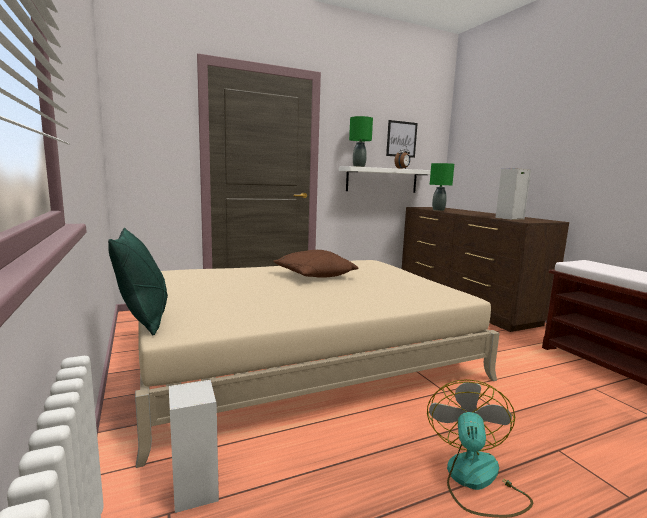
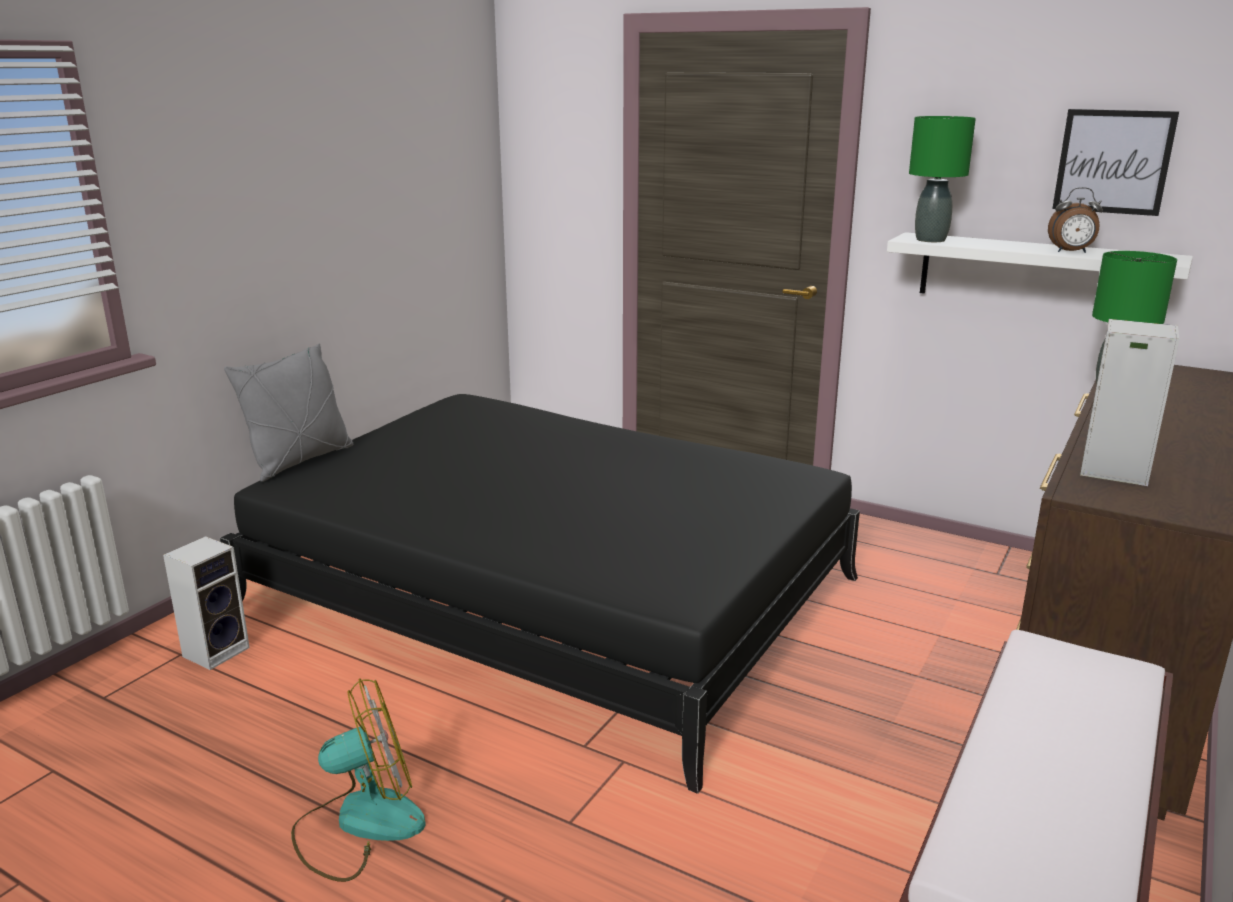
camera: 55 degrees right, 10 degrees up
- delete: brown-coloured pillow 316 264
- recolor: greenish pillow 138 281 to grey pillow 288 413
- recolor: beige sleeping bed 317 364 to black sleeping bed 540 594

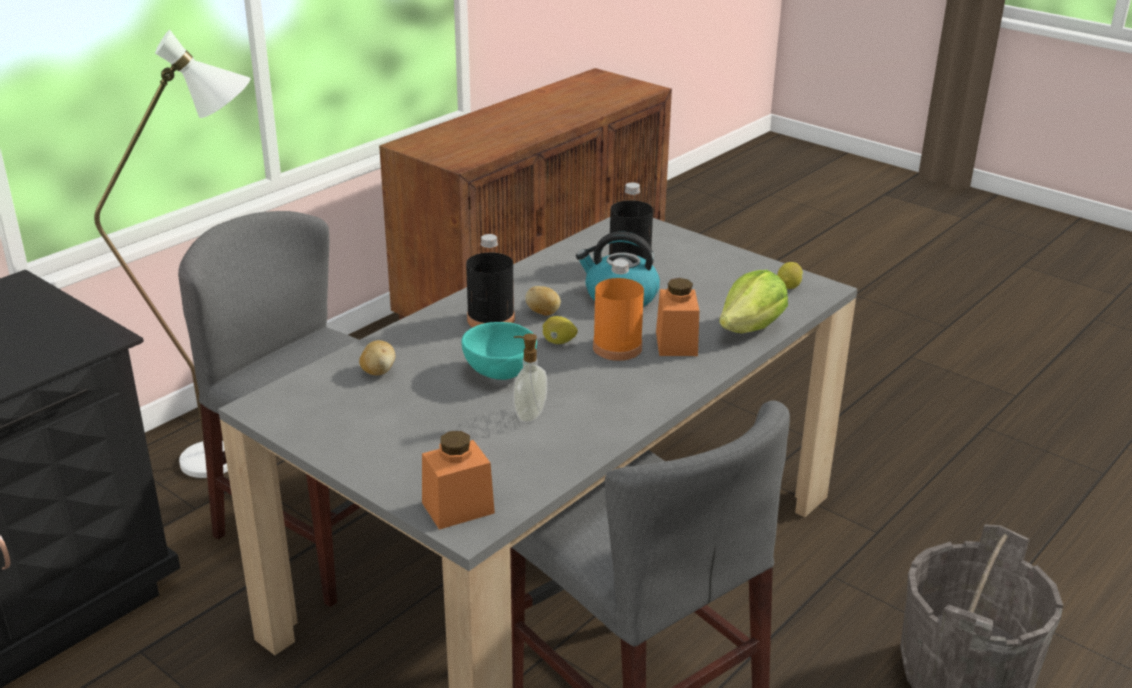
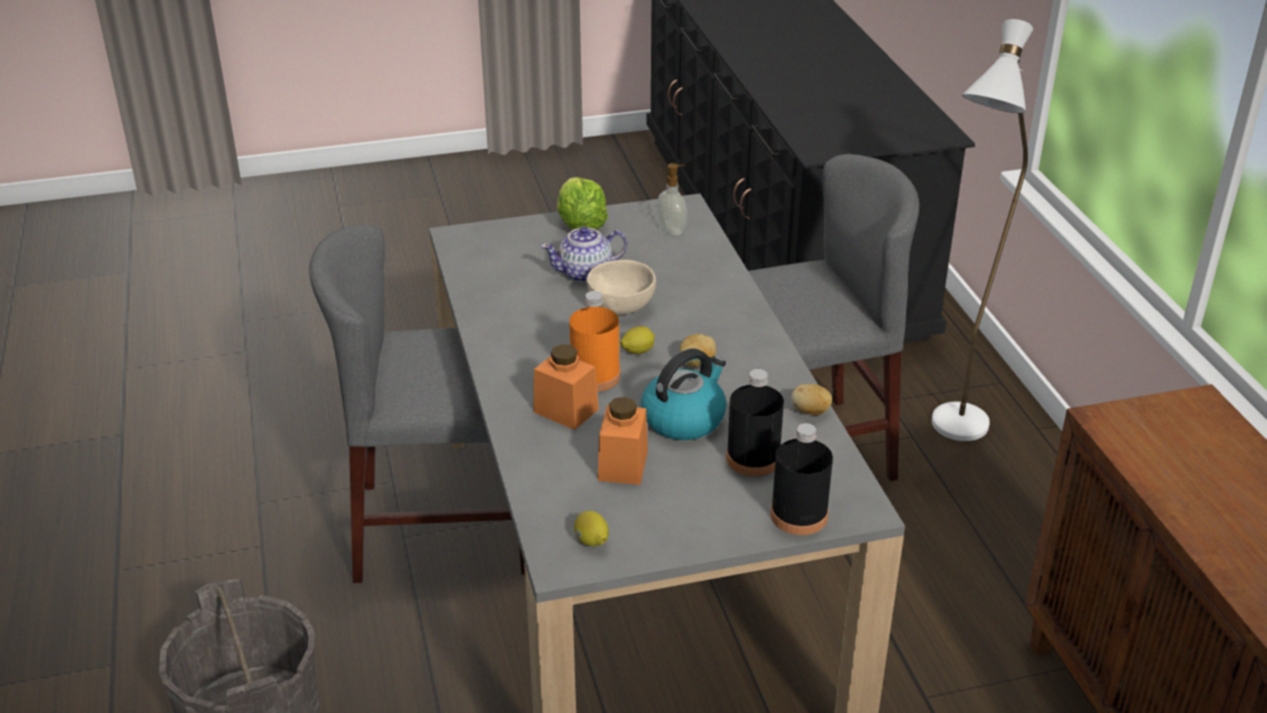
camera: 125 degrees right, 5 degrees up
- insert: tea pot 584 254
- move: spud 377 357 to 811 399
- move: orangey preserve jar 458 480 to 623 441
- move: black bottle 490 281 to 802 479
- move: liquid soap bottle 530 378 to 672 199
- move: lettuce 753 301 to 582 203
- recolor: turquoise serving bowl 499 351 to beige serving bowl 621 287

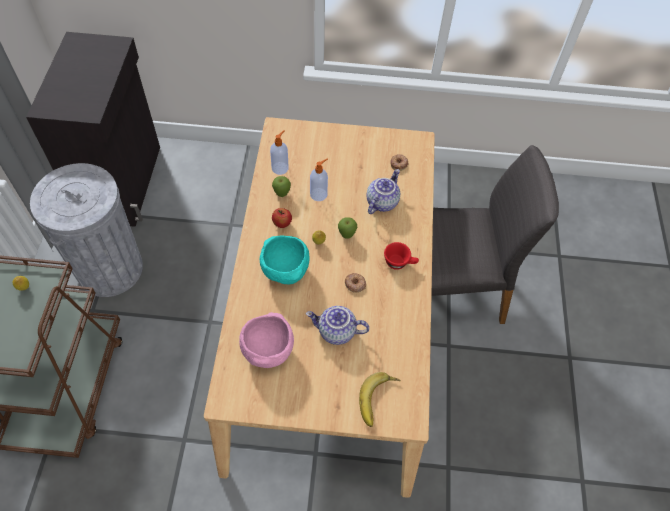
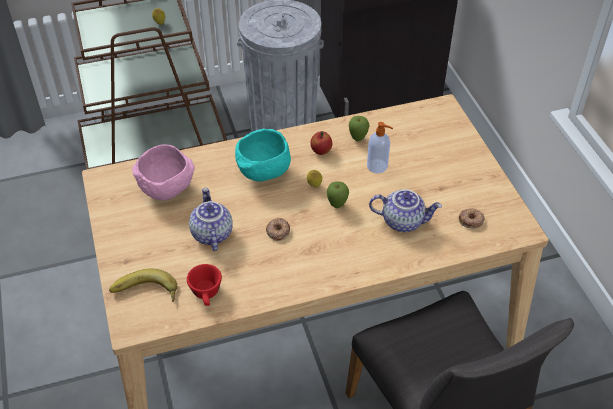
camera: 70 degrees right, 10 degrees down
- delete: liquid soap bottle 279 152
- move: red cup 401 256 to 204 285

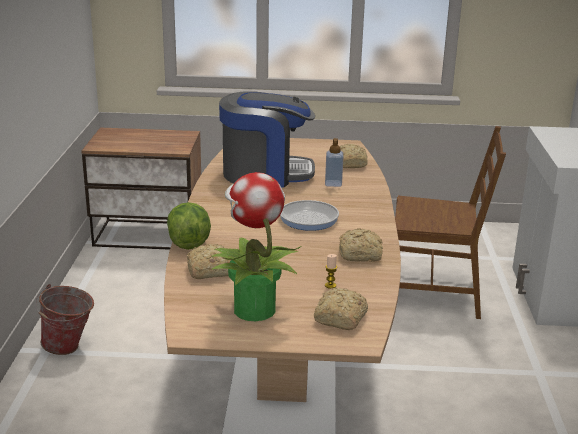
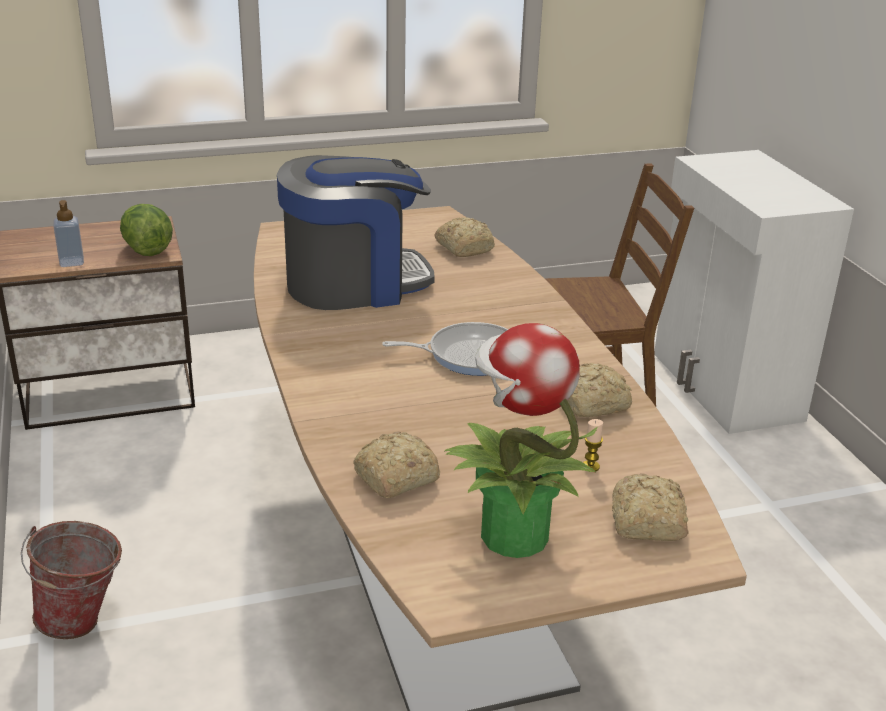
camera: 20 degrees left, 5 degrees up
- move: lettuce 189 226 to 146 230
- move: liquid soap bottle 334 162 to 69 233

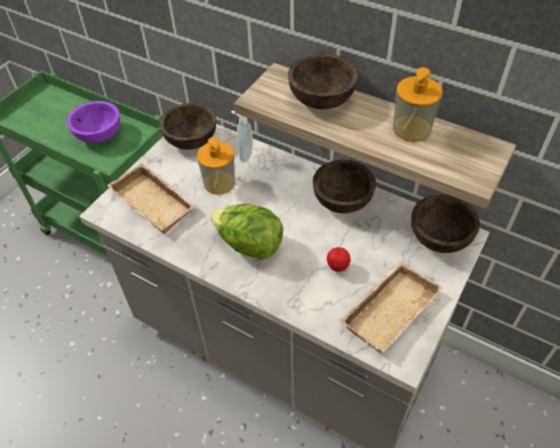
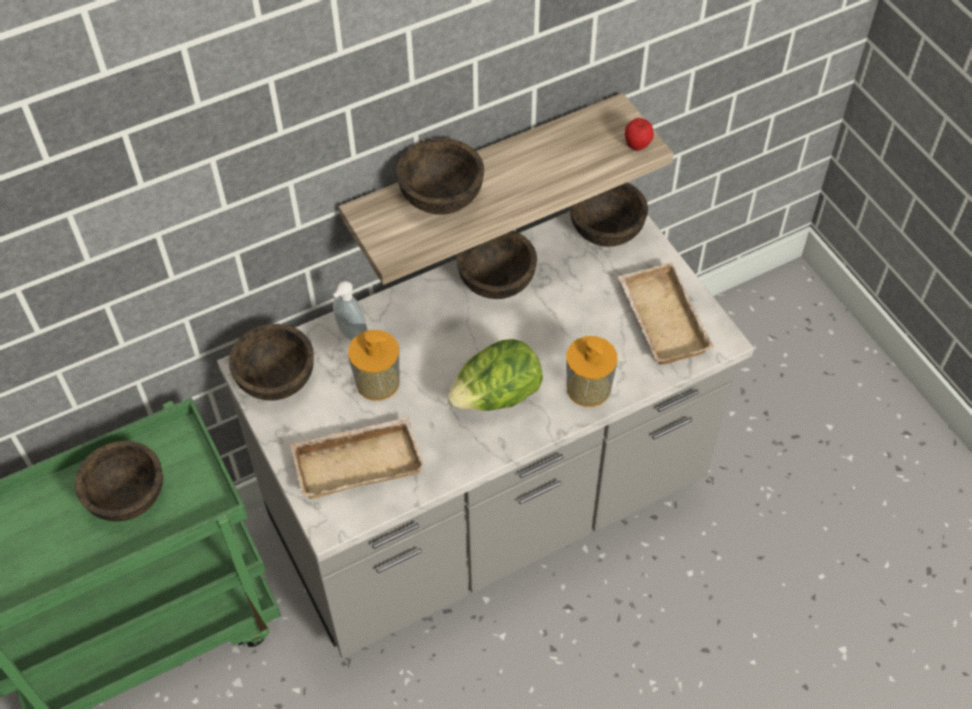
camera: 60 degrees left, 5 degrees up
- move: apple 339 259 to 639 134
- move: liquid soap bottle 418 104 to 591 371
- recolor: purple serving bowl 93 122 to brown-coloured serving bowl 119 481

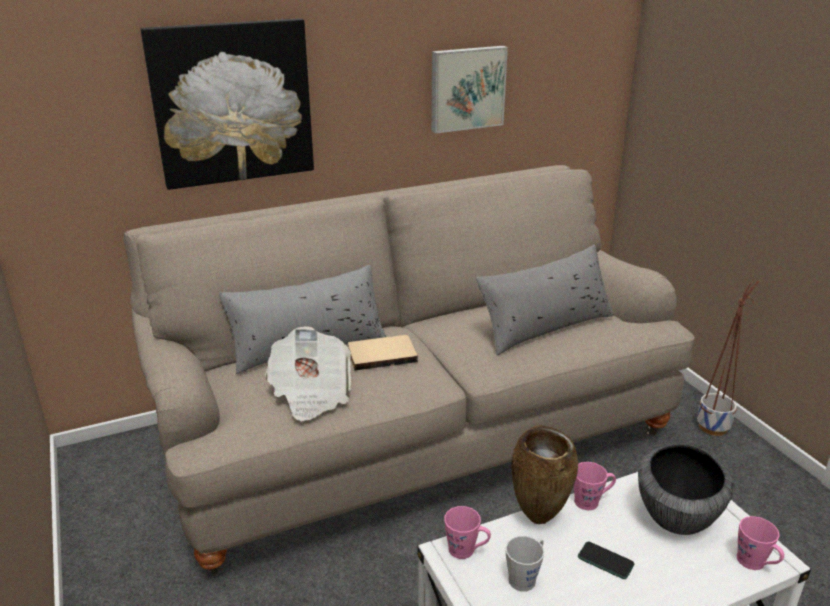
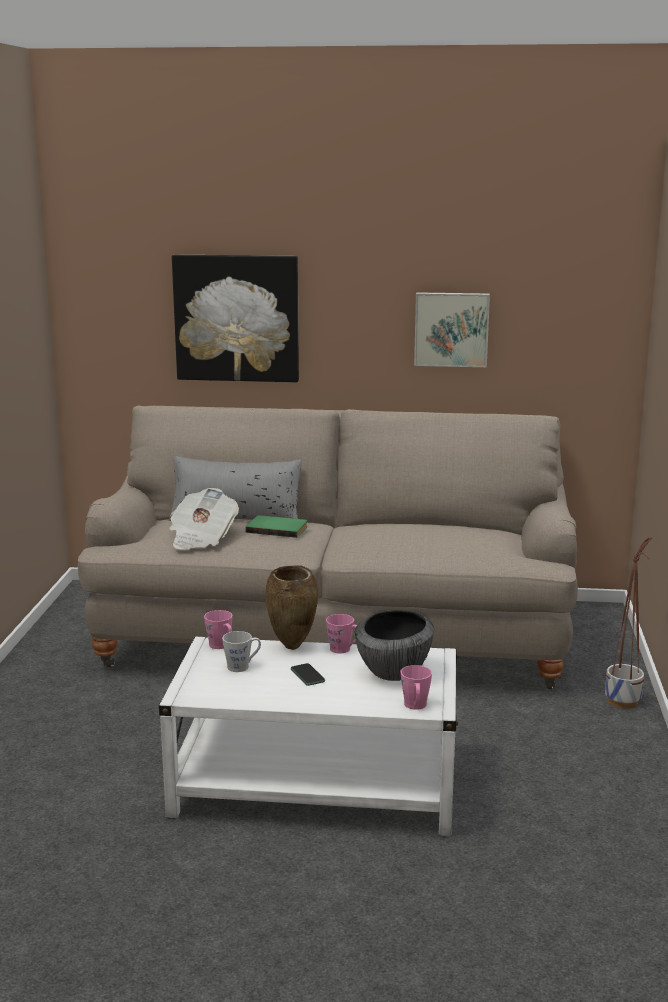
camera: 30 degrees right, 10 degrees down
- delete: grey pillow 545 300
- recolor: beige book 383 353 to greenish book 276 526

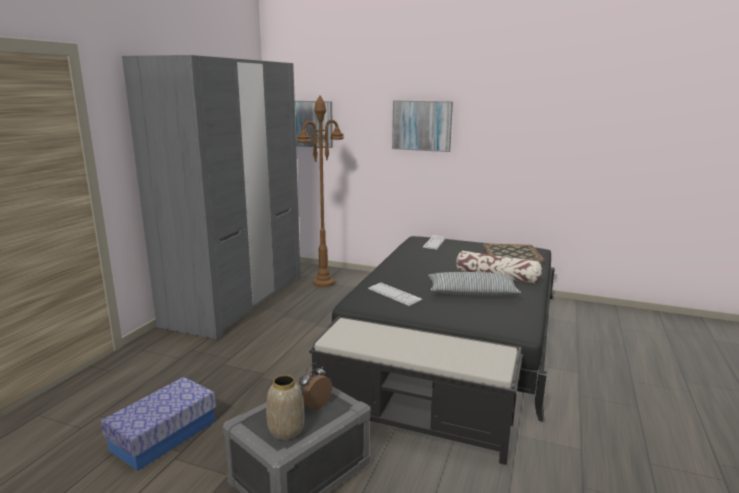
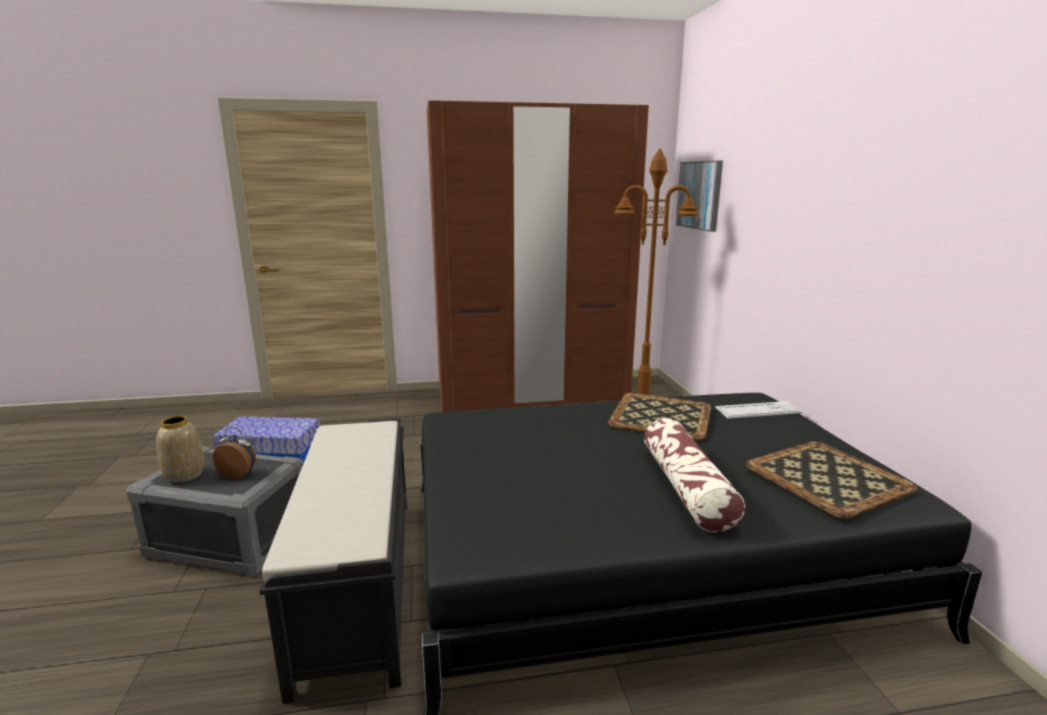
camera: 60 degrees right, 0 degrees up
- delete: PC keyboard 395 294
- delete: wall picture 422 126
- delete: pillow 474 284
- insert: tray 659 417
- recolor: grey wardrobe 211 197 to brown-coloured wardrobe 538 256

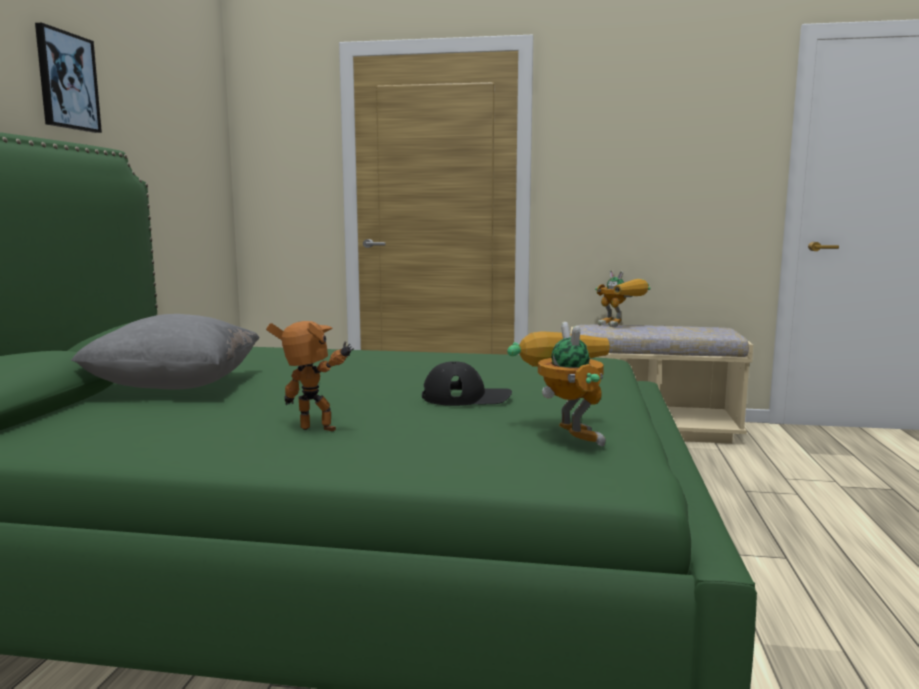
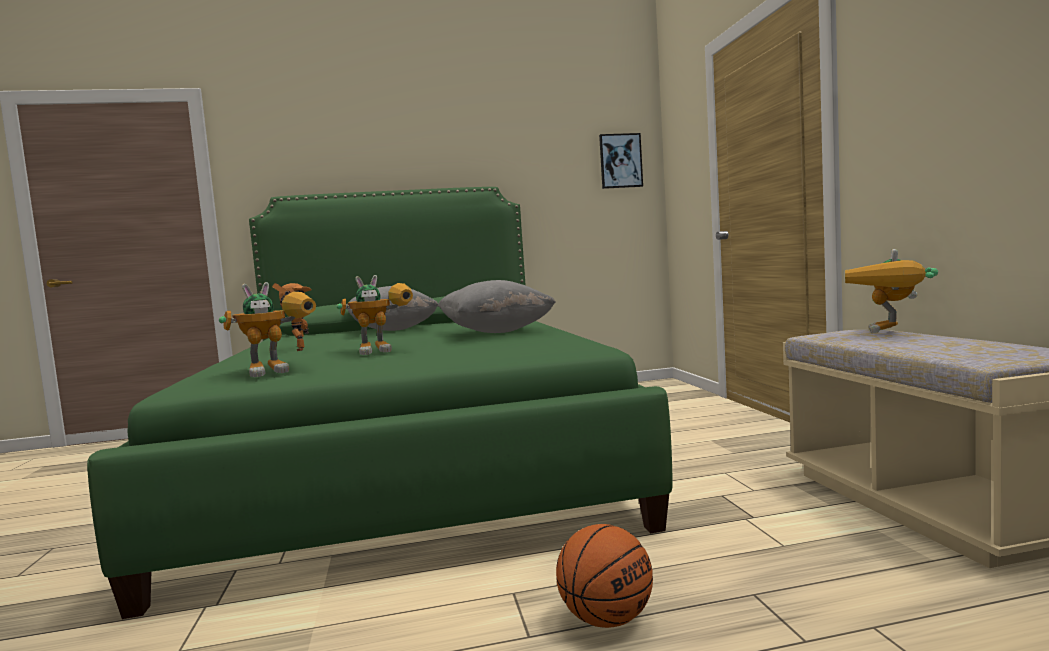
camera: 70 degrees right, 5 degrees down
- insert: grey pillow 497 306
- insert: basketball 604 576
- move: wall picture 68 78 to 621 161
- replace: black cap 467 383 to robot figure 374 315

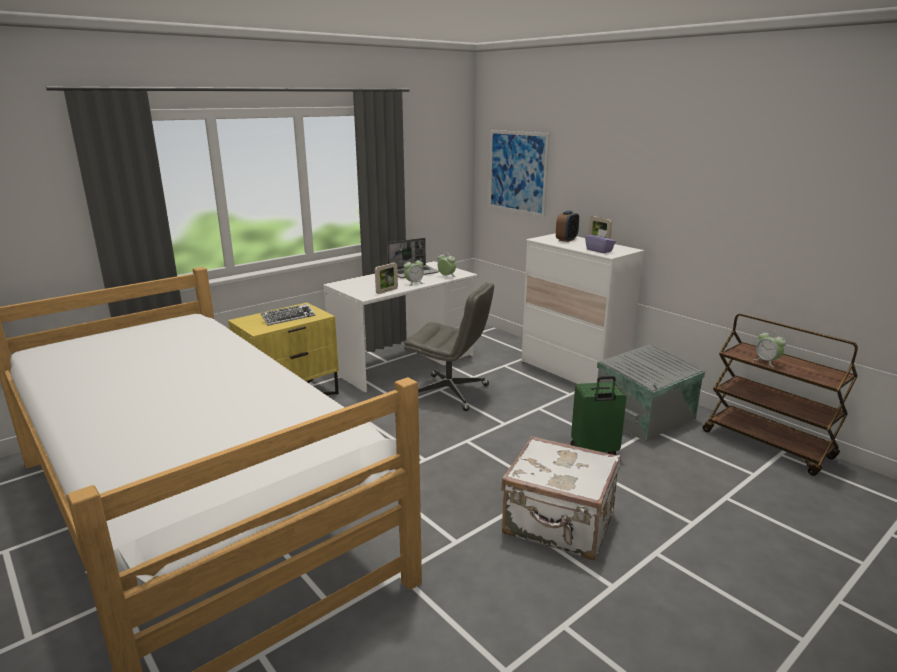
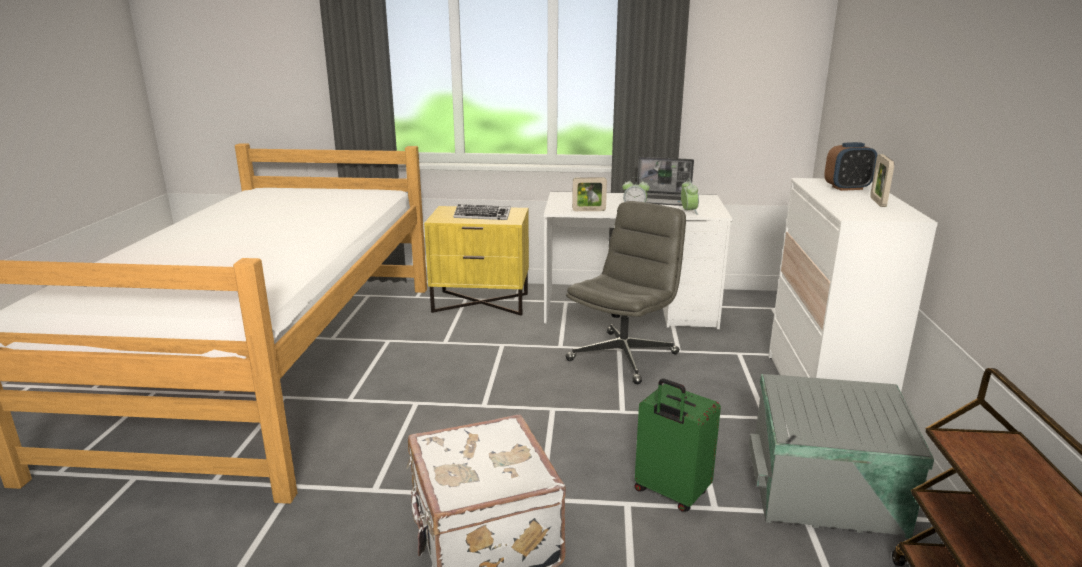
camera: 45 degrees right, 0 degrees up
- delete: wall picture 519 173
- delete: purple tissue holder 600 241
- delete: bedside clock 769 348
- rotate: grey office chair 449 346 = 626 292 120 degrees counterclockwise

